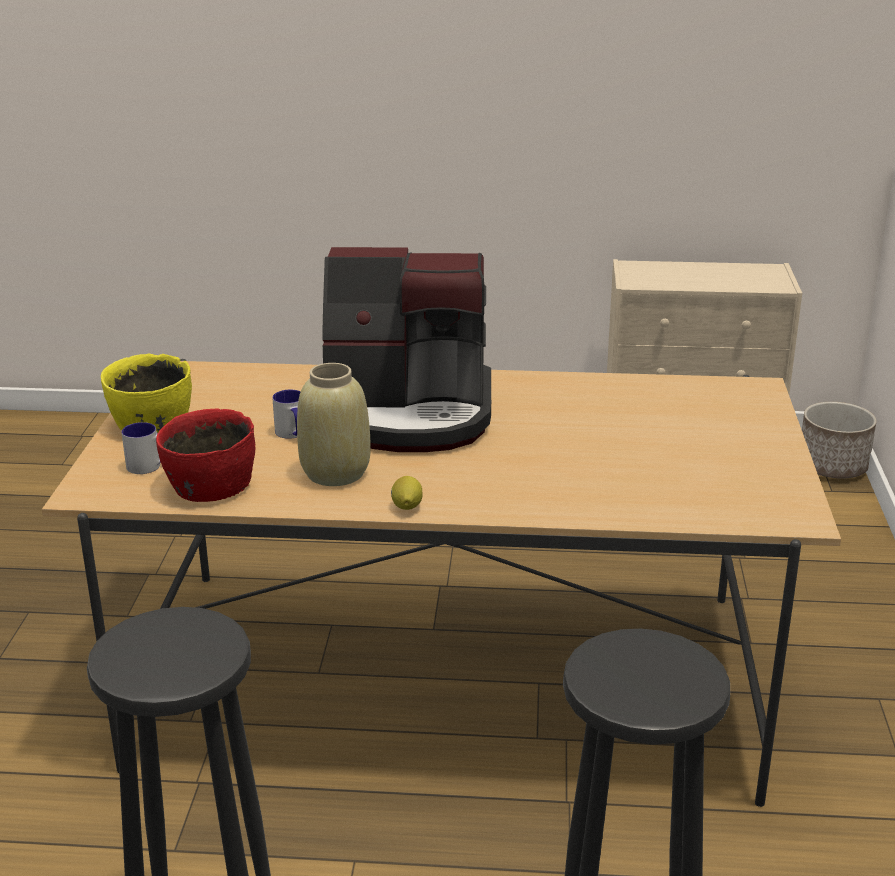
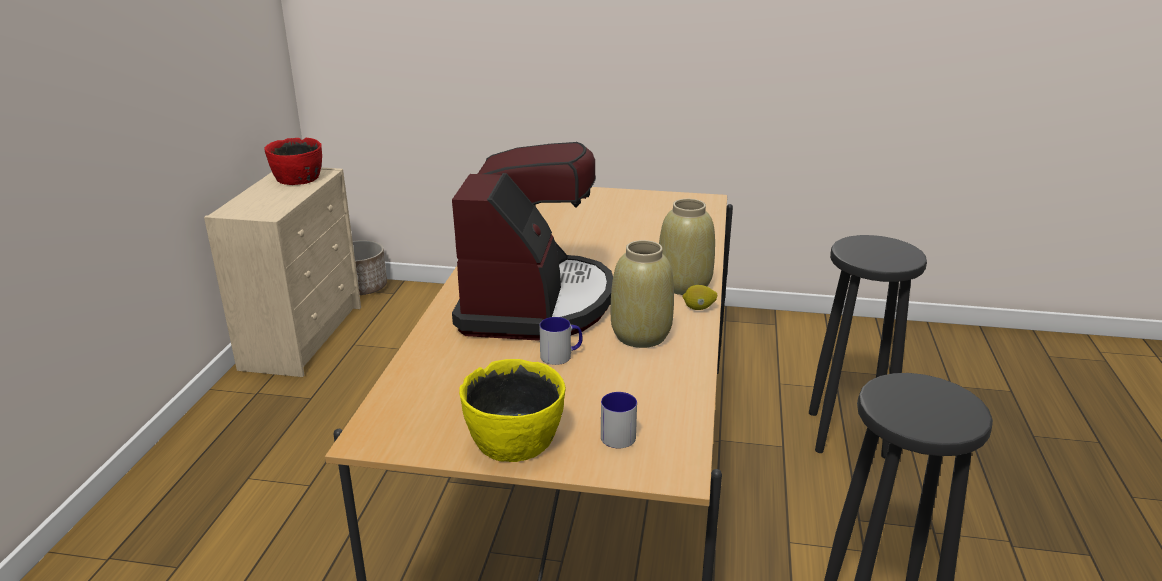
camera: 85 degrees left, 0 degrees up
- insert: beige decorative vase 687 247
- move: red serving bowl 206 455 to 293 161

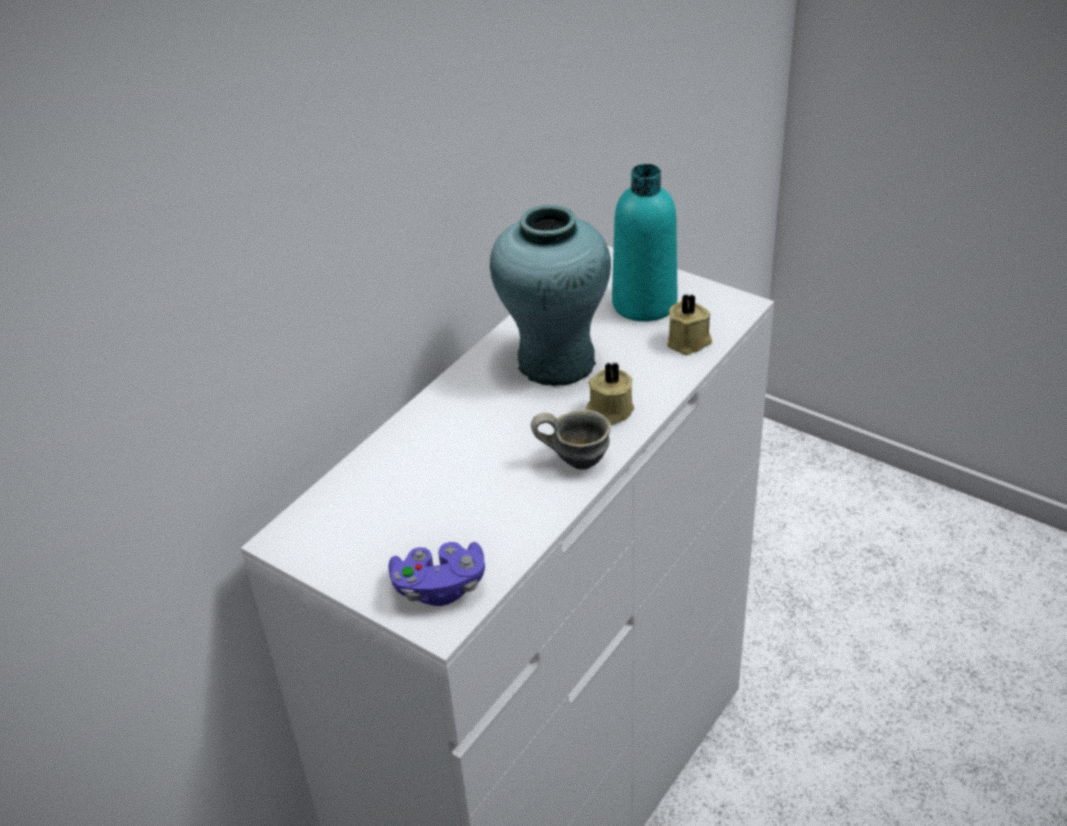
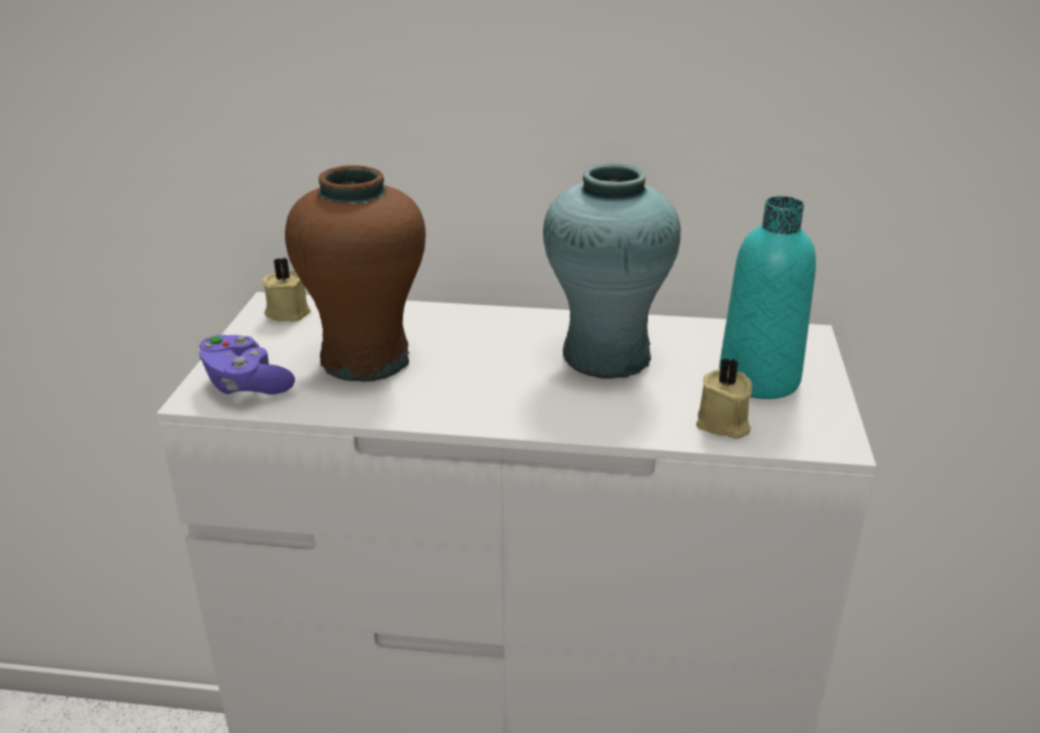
camera: 60 degrees right, 10 degrees down
- delete: grey mug 571 440
- insert: brown-coloured decorative vase 355 273
- move: beige wax light 610 393 to 286 289

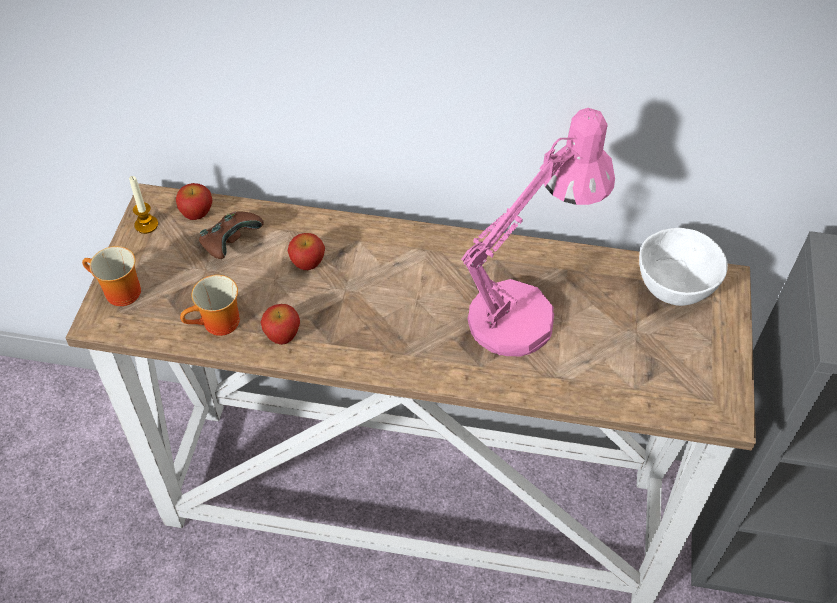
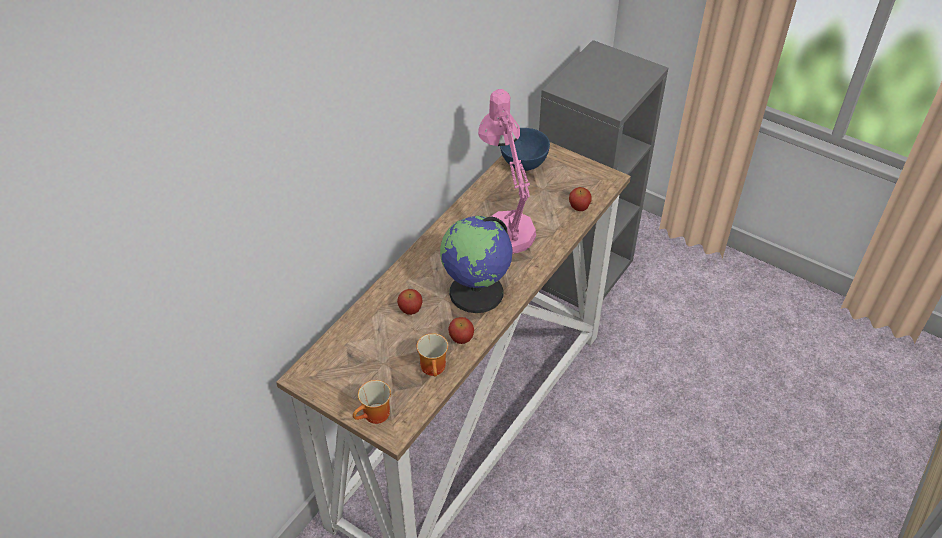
camera: 65 degrees left, 5 degrees down
- delete: wax light 143 205
- delete: brown-coloured gamepad 231 235
- insert: globe 476 264
- move: apple 194 201 to 580 199
- recolor: white-coloured serving bowl 683 267 to bluish serving bowl 525 149

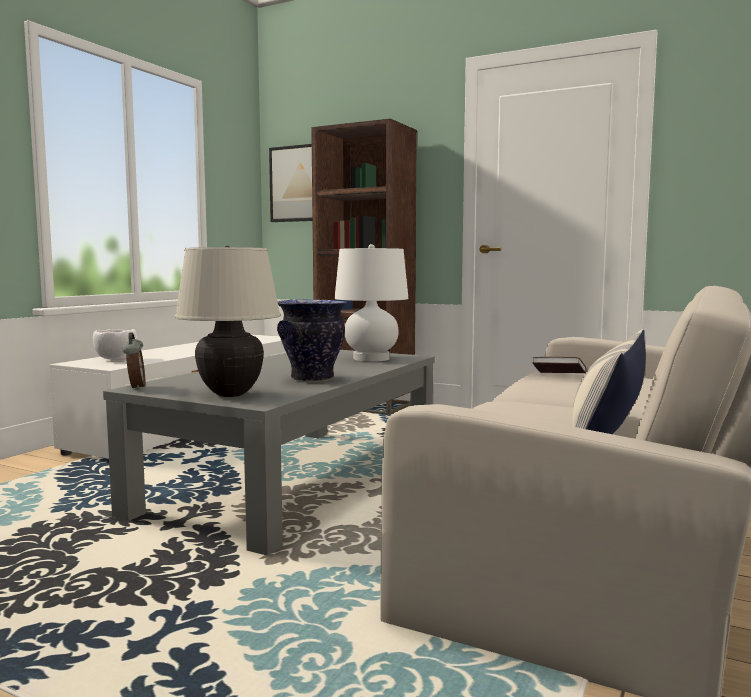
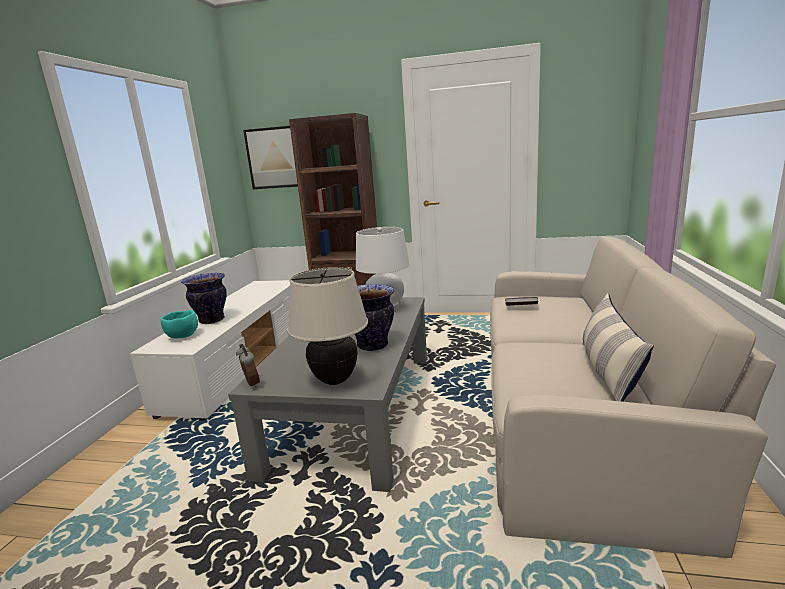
camera: 15 degrees left, 10 degrees up
- insert: decorative vase 204 298
- recolor: white-coloured serving bowl 115 344 to turquoise serving bowl 179 324

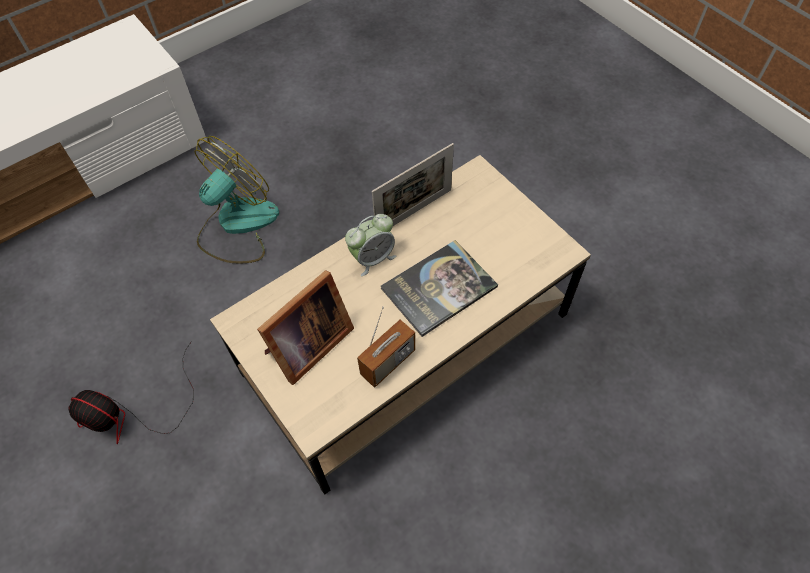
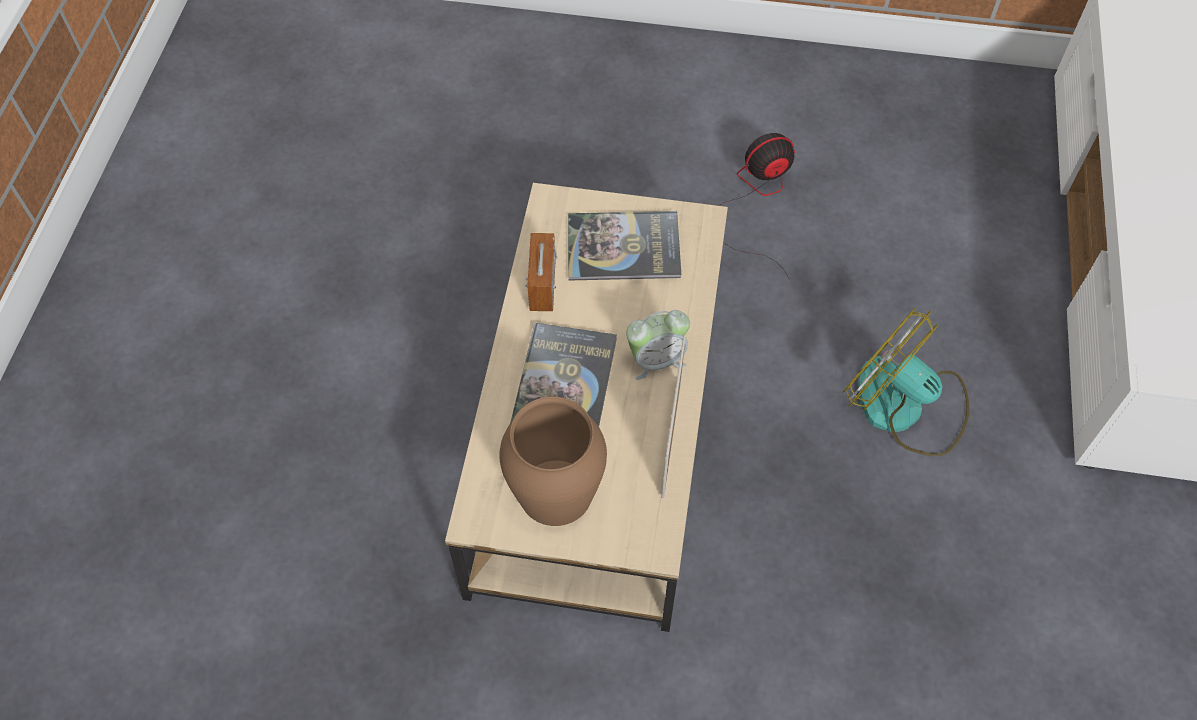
camera: 135 degrees right, 0 degrees up
- insert: brown-coloured decorative vase 553 461
- replace: standing frame 305 327 to book 624 246
- rotate: fan 237 199 = 906 381 135 degrees clockwise
- rotate: bedside clock 370 245 = 658 345 120 degrees counterclockwise

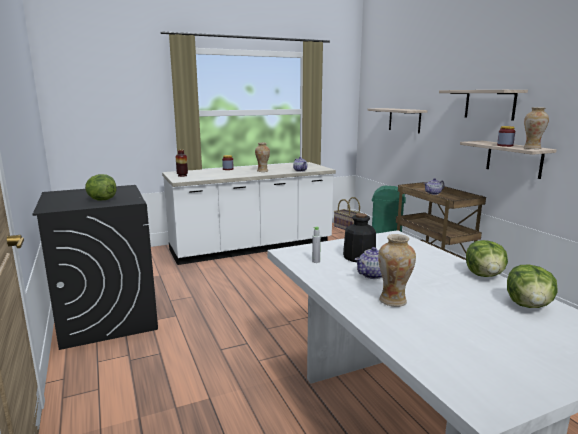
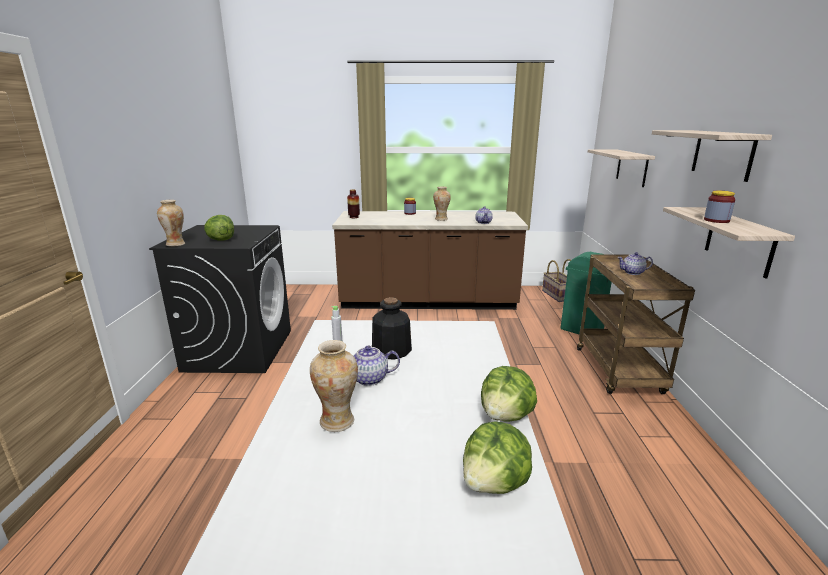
camera: 25 degrees right, 5 degrees up
- move: decorative vase 536 128 to 171 223
- recolor: white-coloured counter 249 213 to brown-coloured counter 430 260

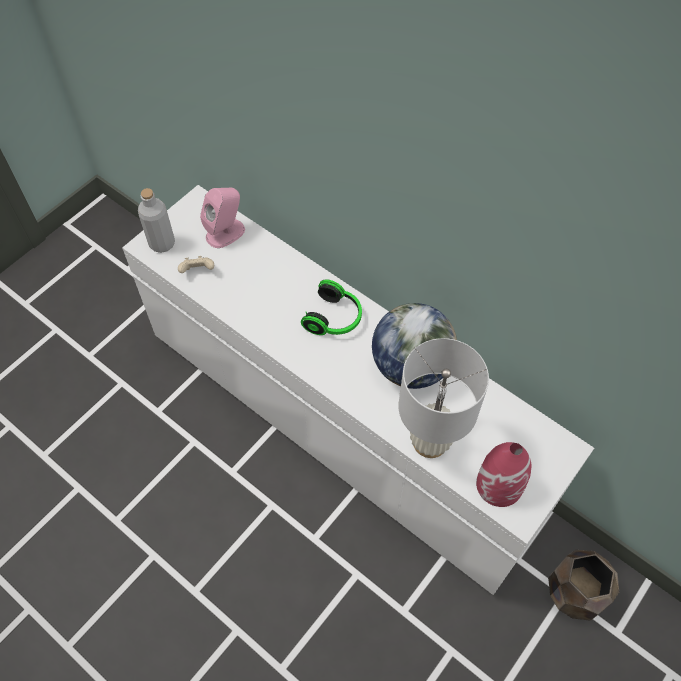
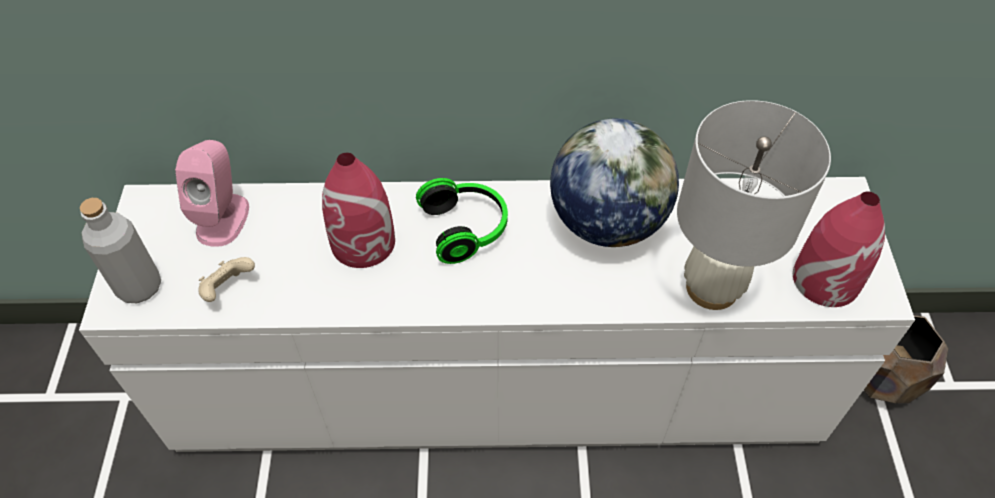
camera: 40 degrees left, 5 degrees down
- insert: red decorative vase 358 210

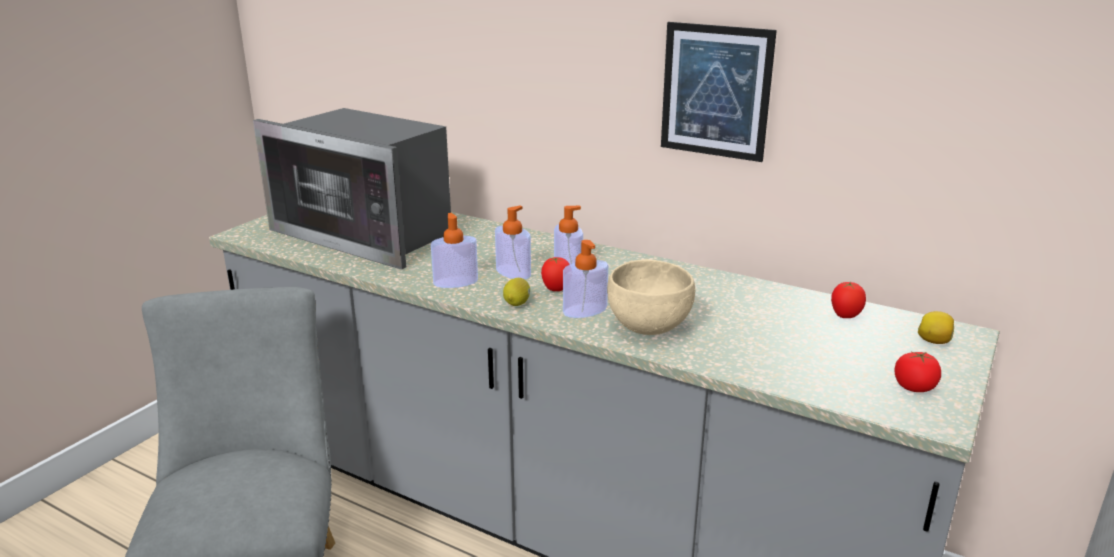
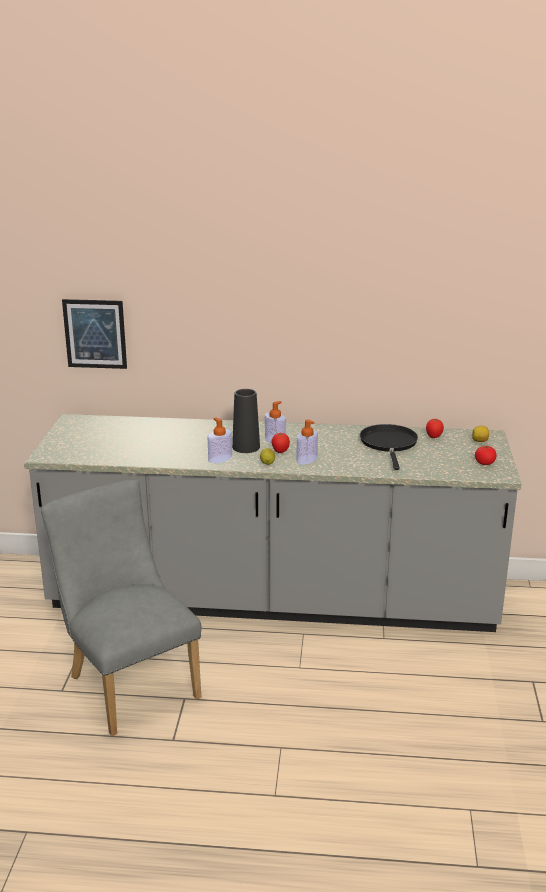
camera: 25 degrees left, 0 degrees up
- delete: kitchen microwave 352 189
- delete: beige serving bowl 651 297
- insert: black frying pan 389 447
- move: wall picture 719 92 to 94 334
- replace: liquid soap bottle 513 242 to black decorative vase 246 421

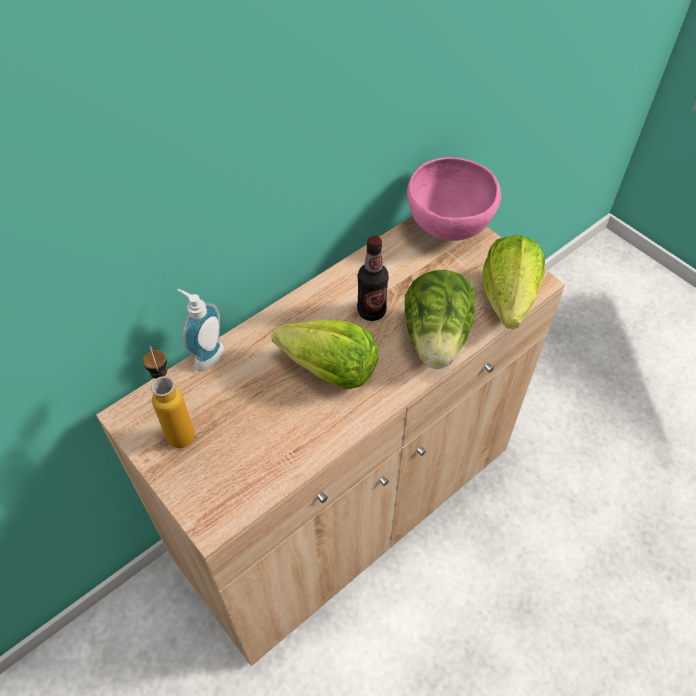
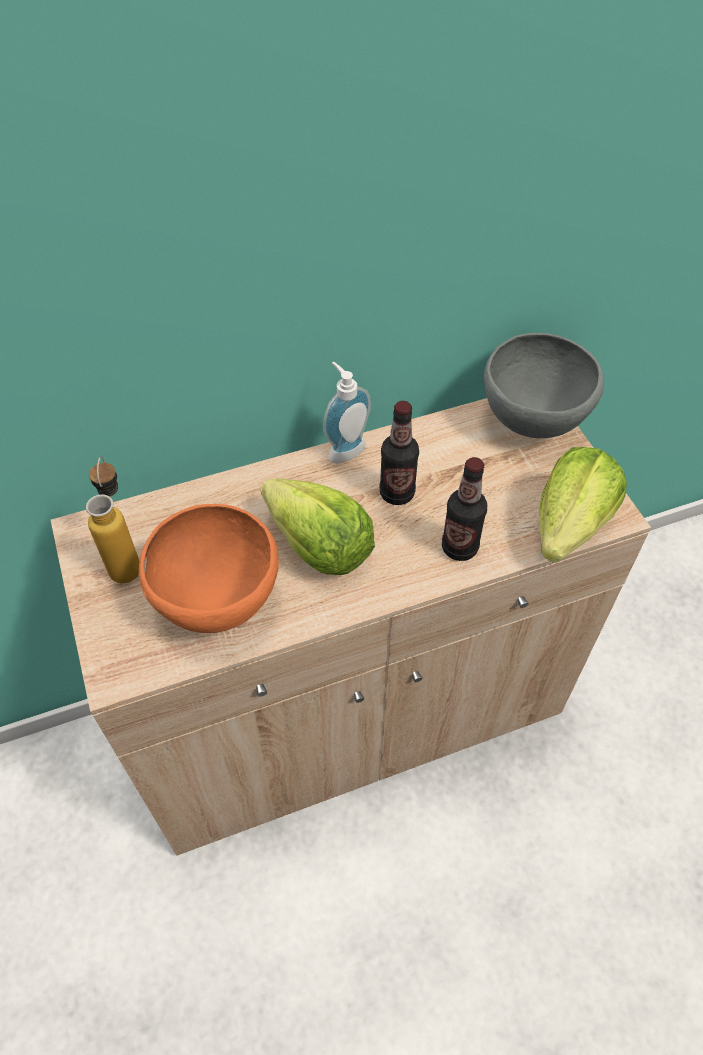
camera: 20 degrees right, 0 degrees up
- insert: orangey serving bowl 209 568
- move: liquid soap bottle 200 330 to 347 412
- replace: lettuce 440 319 to bottle 464 509
- recolor: pink serving bowl 454 199 to grey serving bowl 544 385

